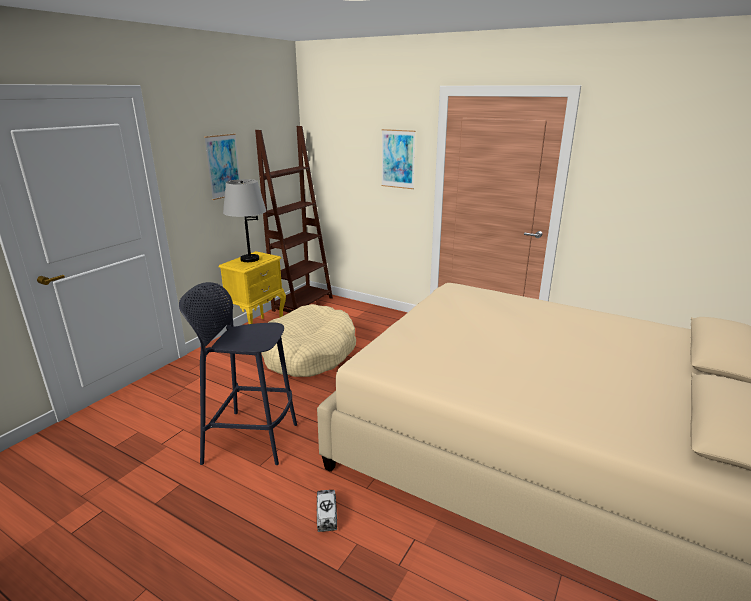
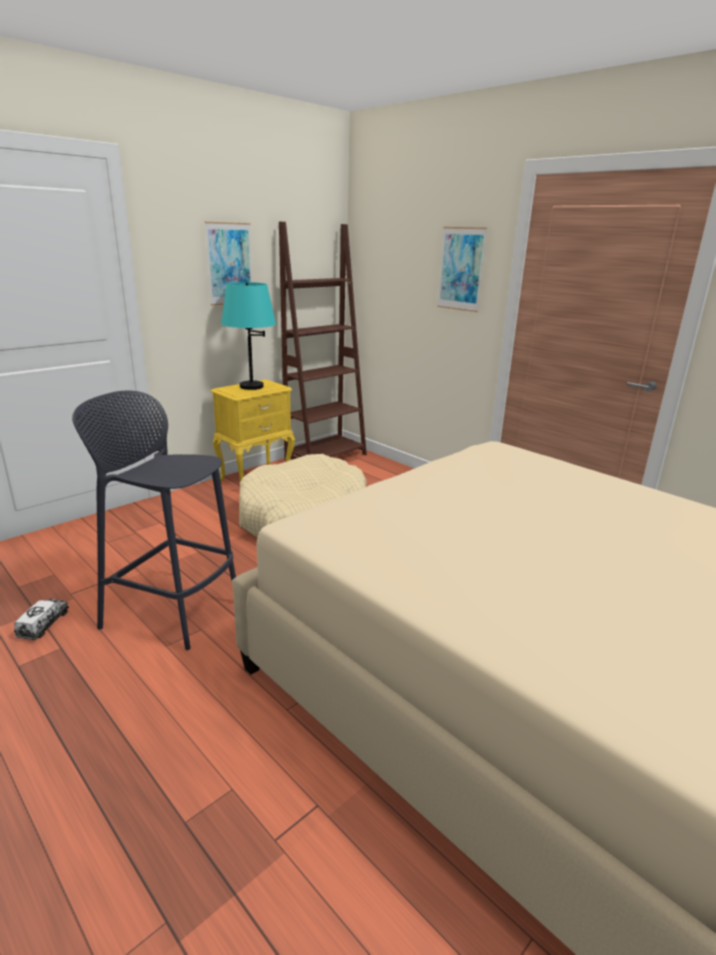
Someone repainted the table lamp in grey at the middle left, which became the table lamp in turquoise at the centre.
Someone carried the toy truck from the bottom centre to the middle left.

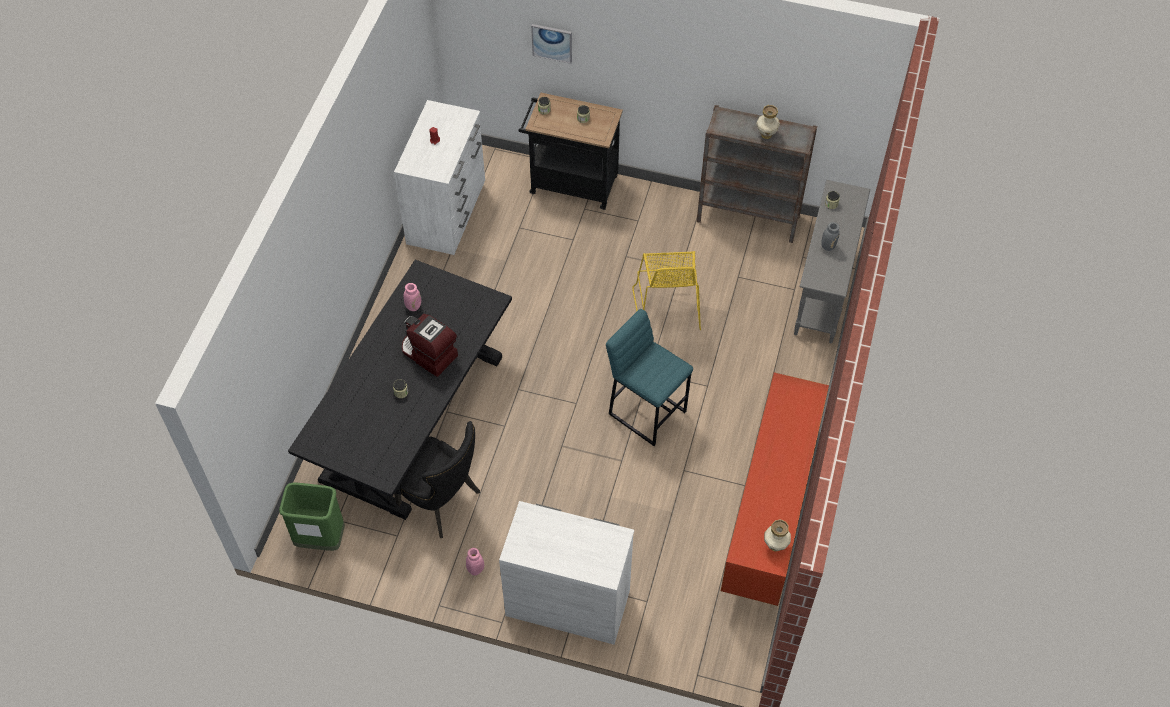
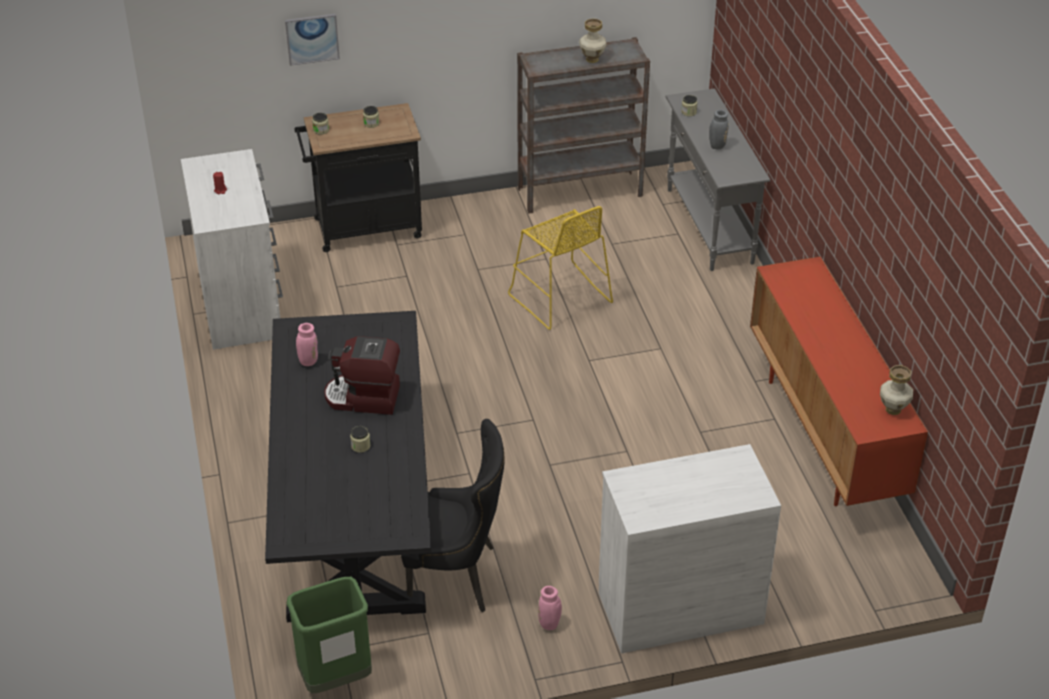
Someone took away the stool in turquoise at the centre.

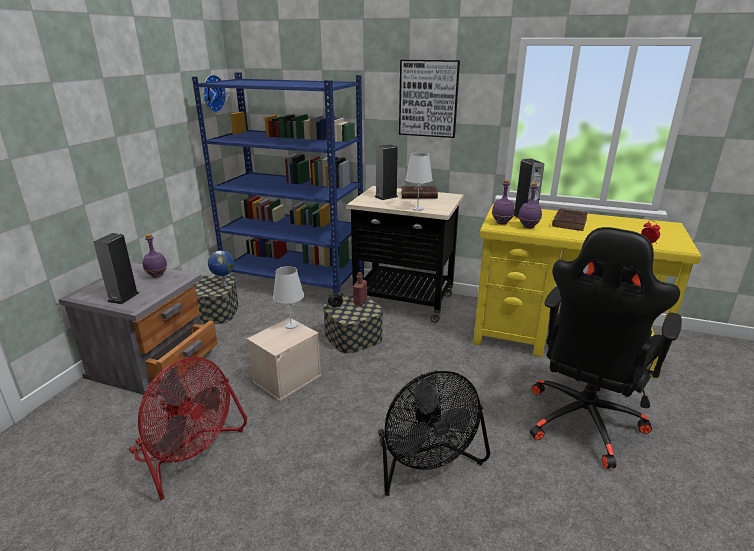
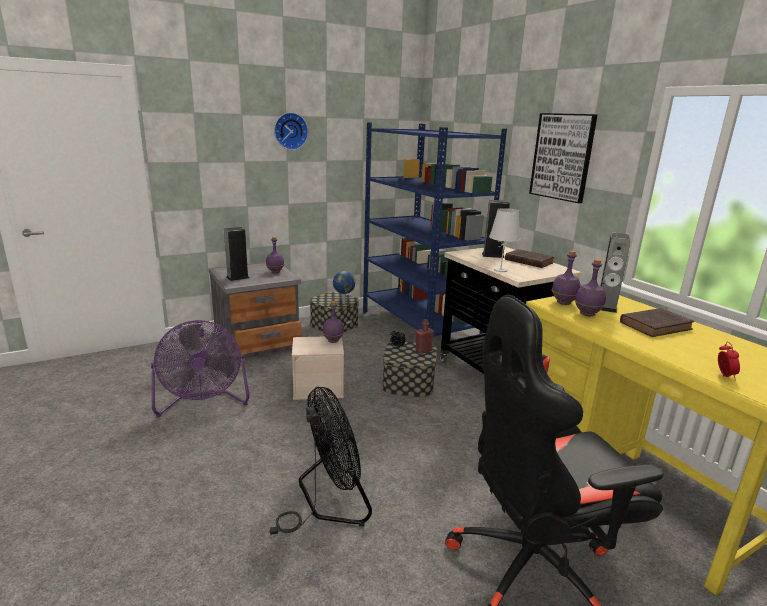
Someone carried the wall clock from the top left to the top centre.
Someone swapped the table lamp in white (1st from left) at the centre for the bottle in purple (2nd from left) at the centre.
Someone repainted the fan in red at the bottom left, which became the fan in purple at the middle left.
Someone rotated the fan in black at the bottom centre by 135 degrees counterclockwise.

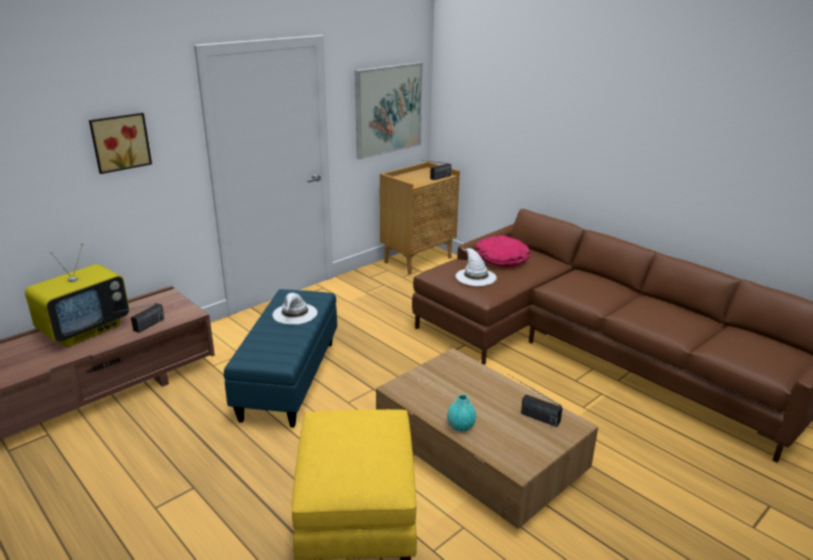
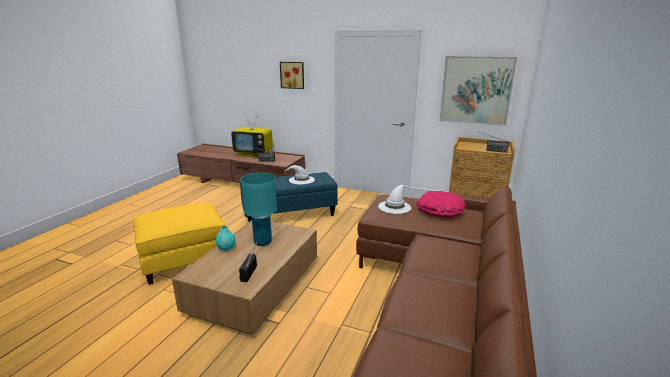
Someone put down the table lamp in turquoise at the centre.

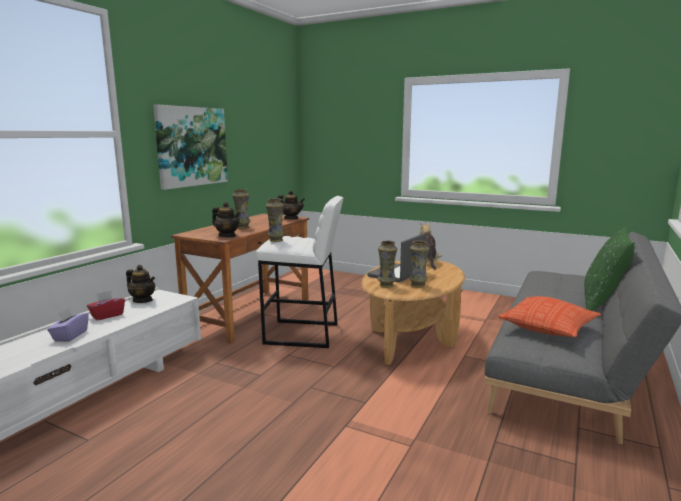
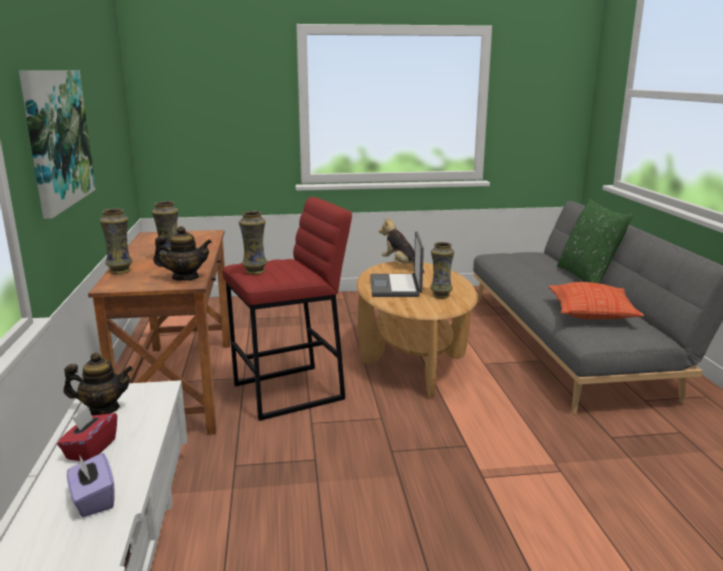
Someone took away the teapot (3rd from left) at the centre.
Someone repainted the stool in white at the centre, which became the stool in red at the centre.
Someone carried the vase (3rd from left in the first image) from the centre to the middle left.

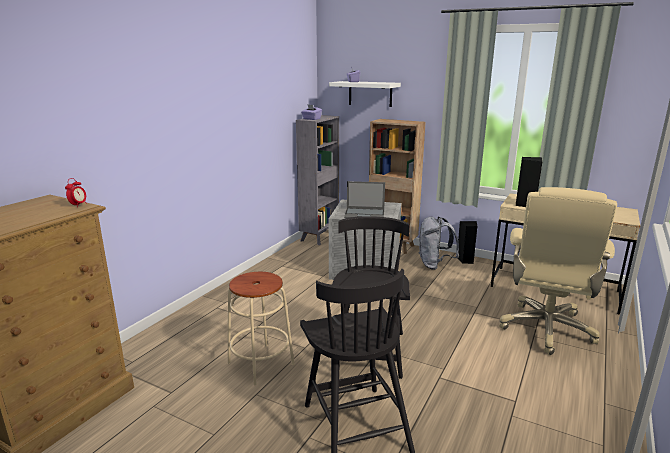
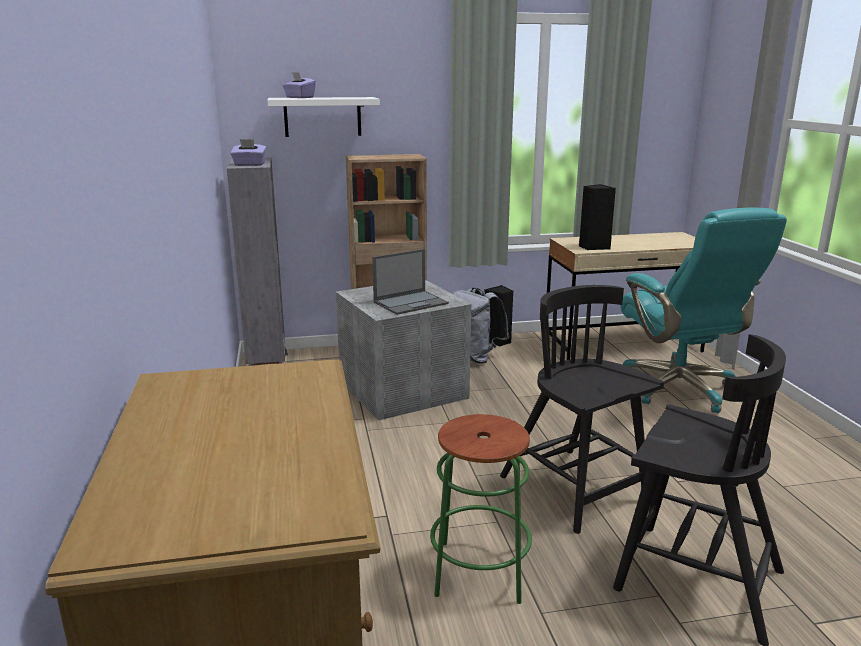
Someone took away the alarm clock at the middle left.
Someone repainted the office chair in beige at the middle right, which became the office chair in turquoise at the middle right.
Someone repainted the stool in beige at the bottom centre, which became the stool in green at the bottom centre.

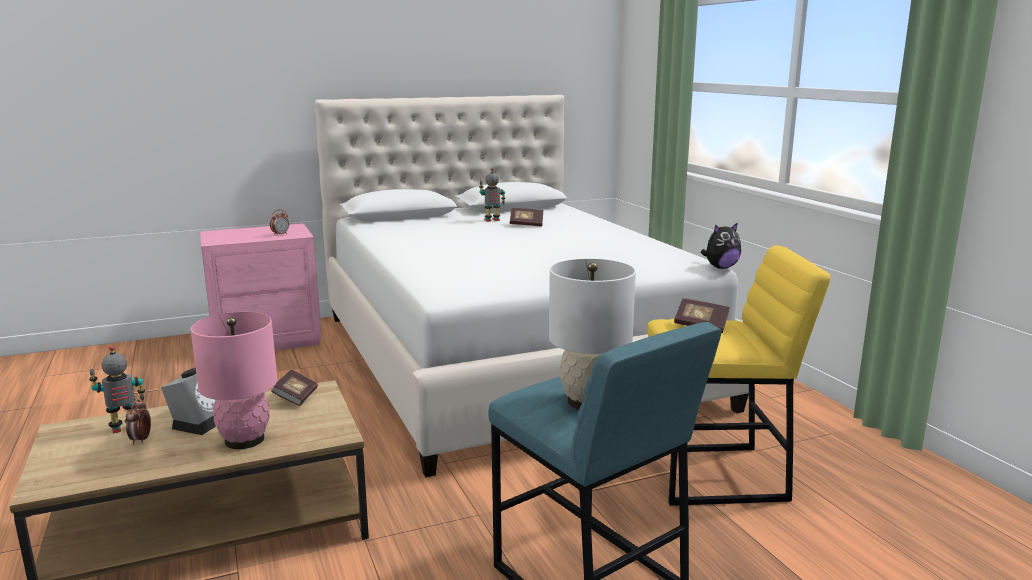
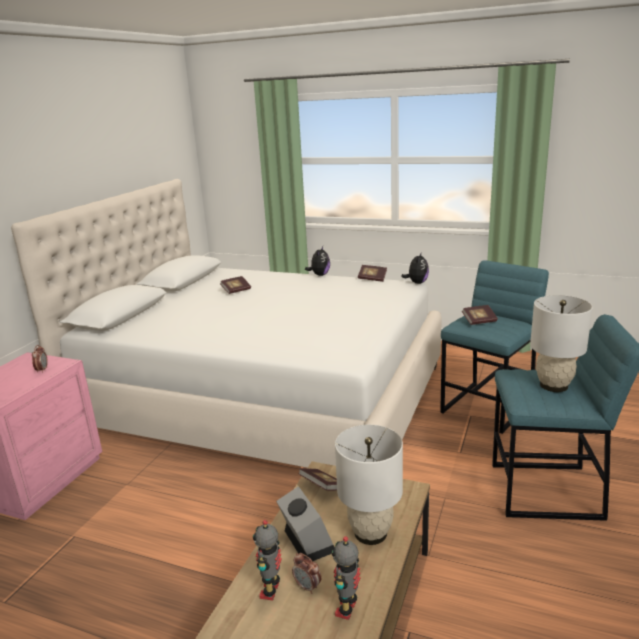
Someone carried the toy robot (2nd from left) from the centre to the bottom centre.
Someone repainted the stool in yellow at the middle right, which became the stool in blue (1st from left) at the middle right.
Someone repainted the table lamp in pink at the middle left, which became the table lamp in white (1st from left) at the bottom centre.
Someone put down the plush toy (1st from left) at the centre.
Someone put down the book (3rd from left) at the centre.

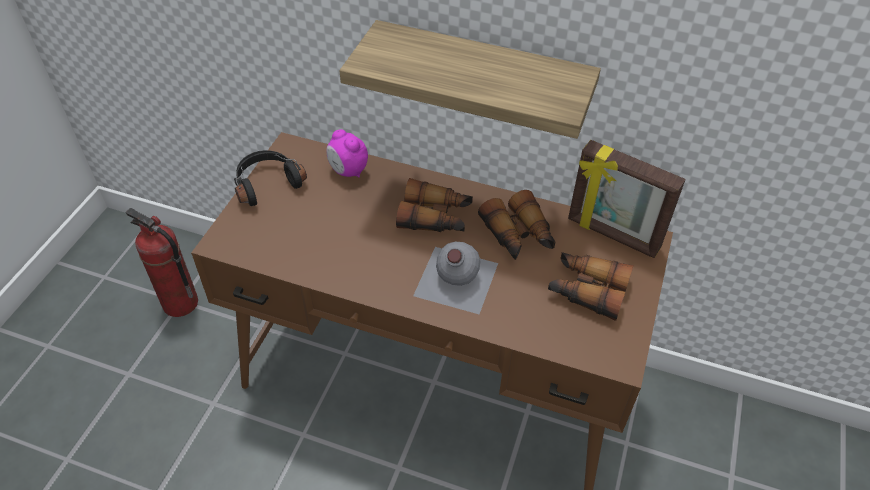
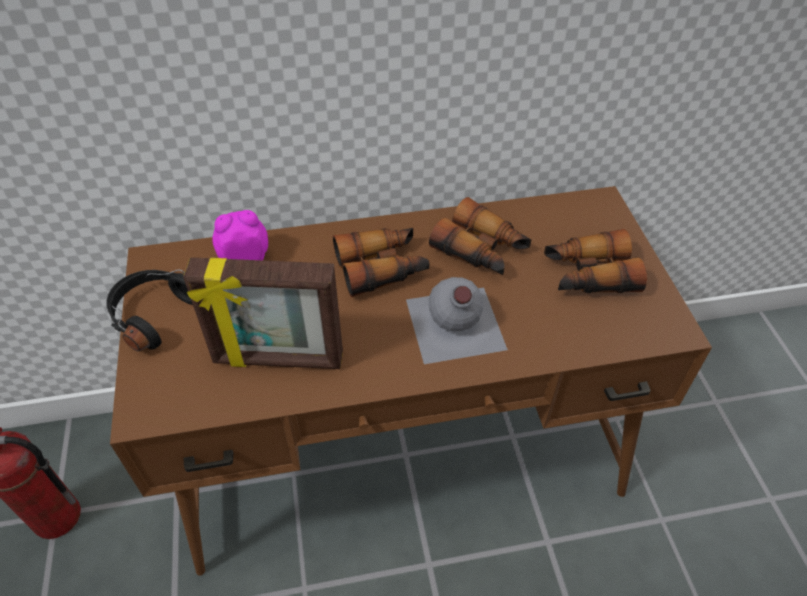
Someone took away the shelf at the top centre.
Someone rotated the alarm clock at the top centre by 150 degrees clockwise.
Someone carried the picture frame from the middle right to the middle left.

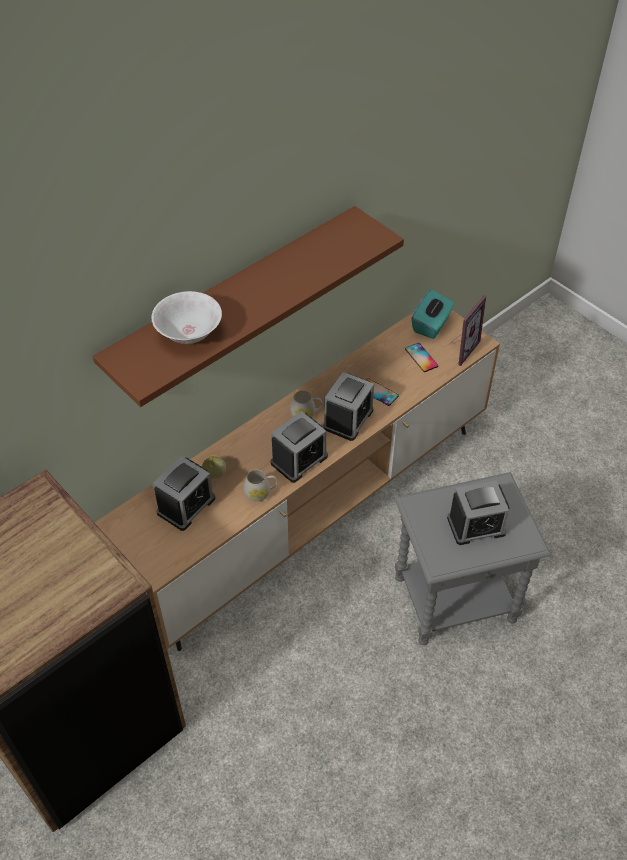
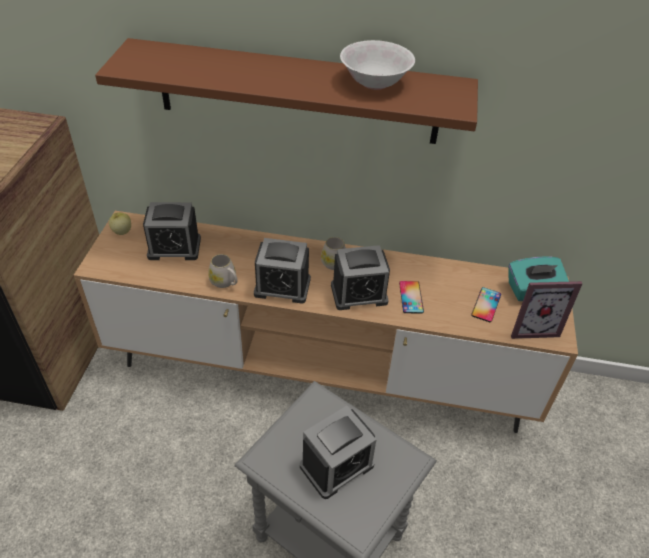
Someone carried the bowl in white from the middle left to the top centre.
Someone carried the apple from the centre to the middle left.
Someone rotated the alarm clock (4th from left in the first image) at the middle right by 75 degrees counterclockwise.

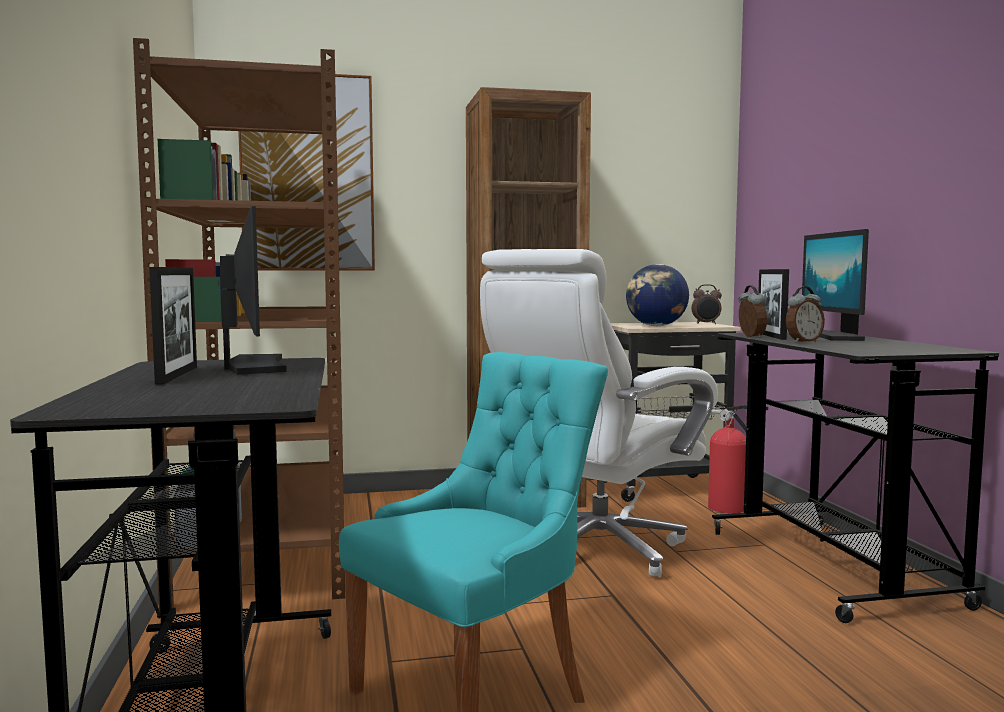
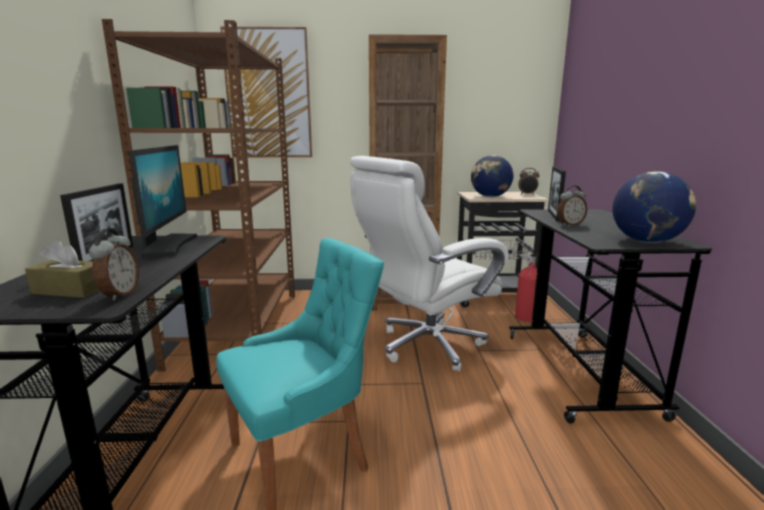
Someone took away the monitor (2nd from left) at the middle right.
Someone carried the alarm clock (2nd from left in the first image) from the middle right to the middle left.
Someone put down the globe (2nd from left) at the middle right.
Someone put down the tissue box in brown at the middle left.

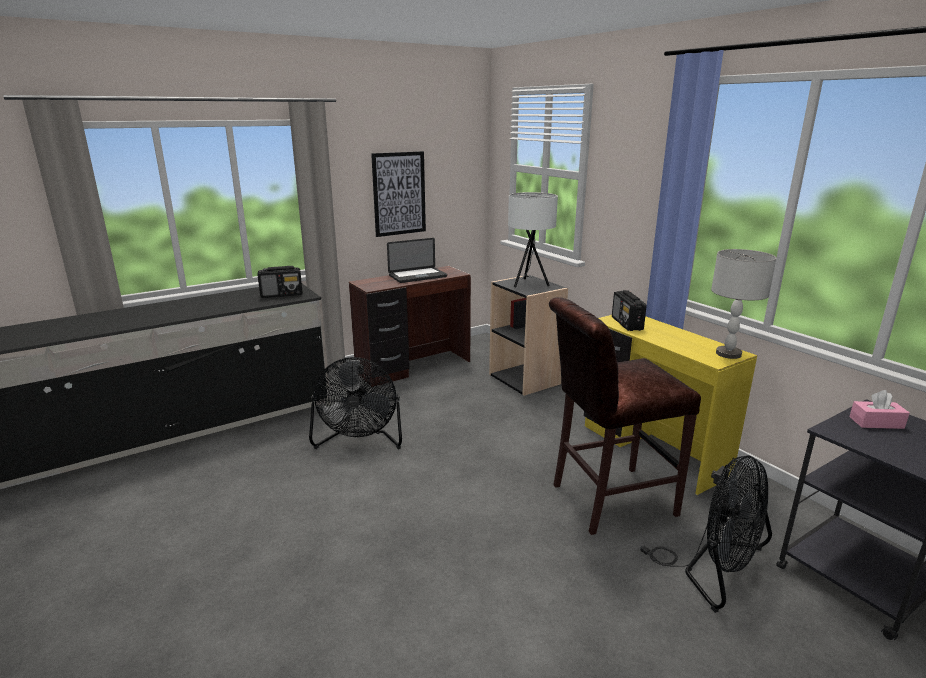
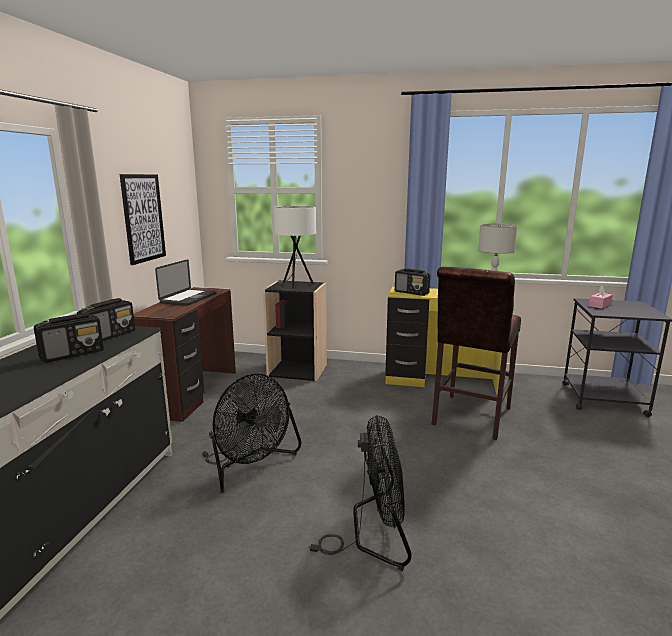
Someone carried the fan in black (2nd from left) from the bottom right to the bottom centre.
Someone put down the radio (1st from left) at the middle left.

